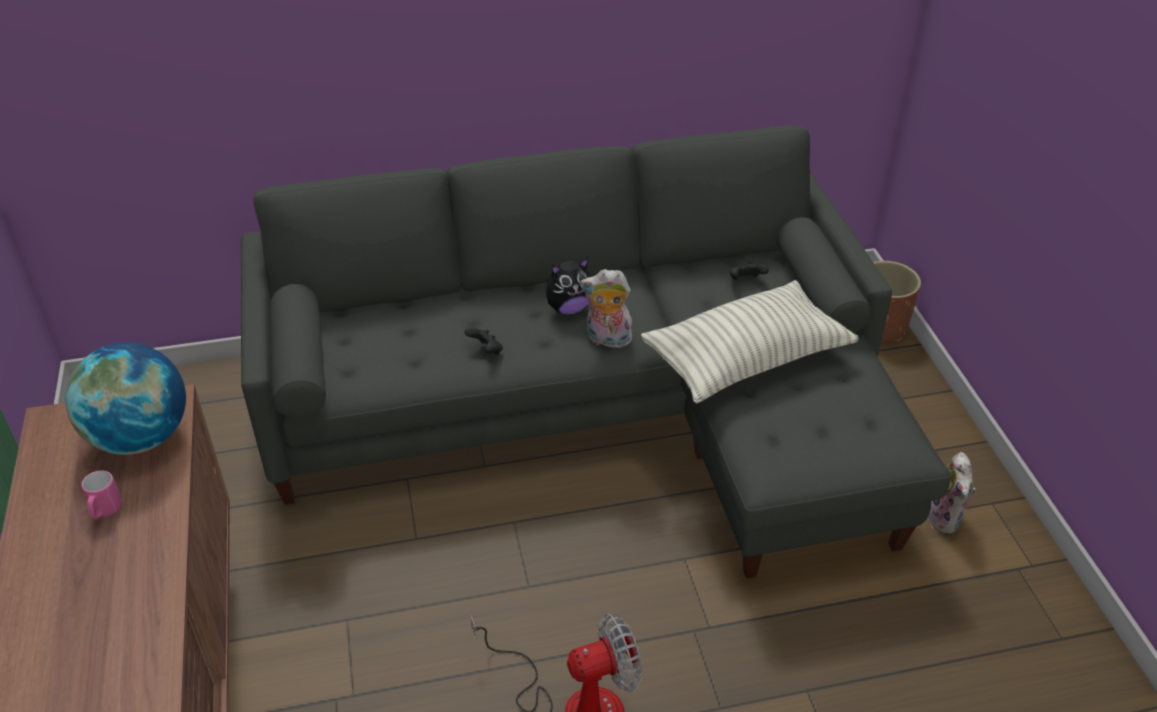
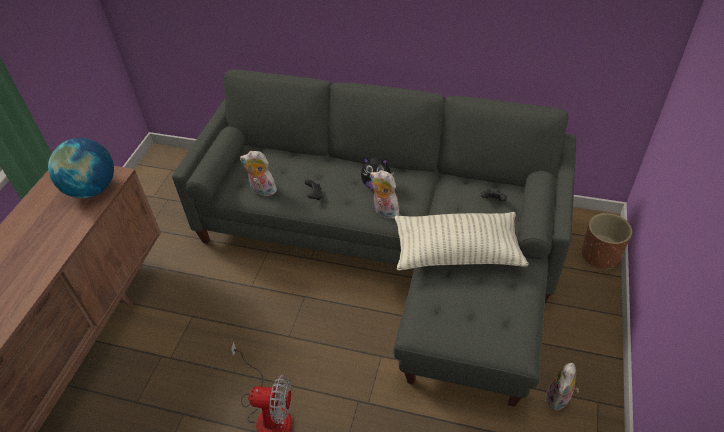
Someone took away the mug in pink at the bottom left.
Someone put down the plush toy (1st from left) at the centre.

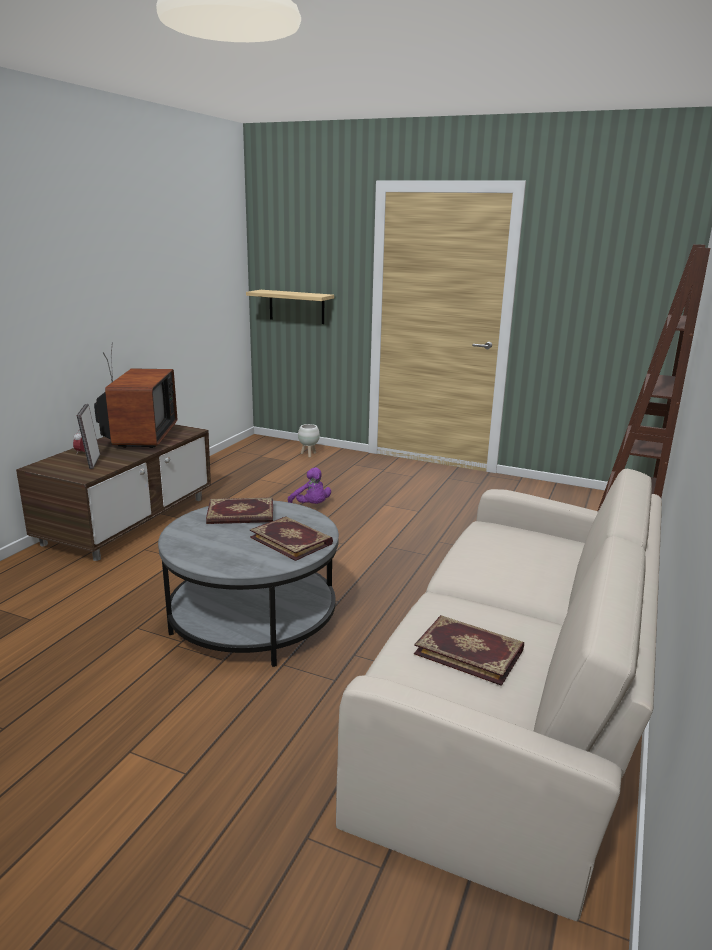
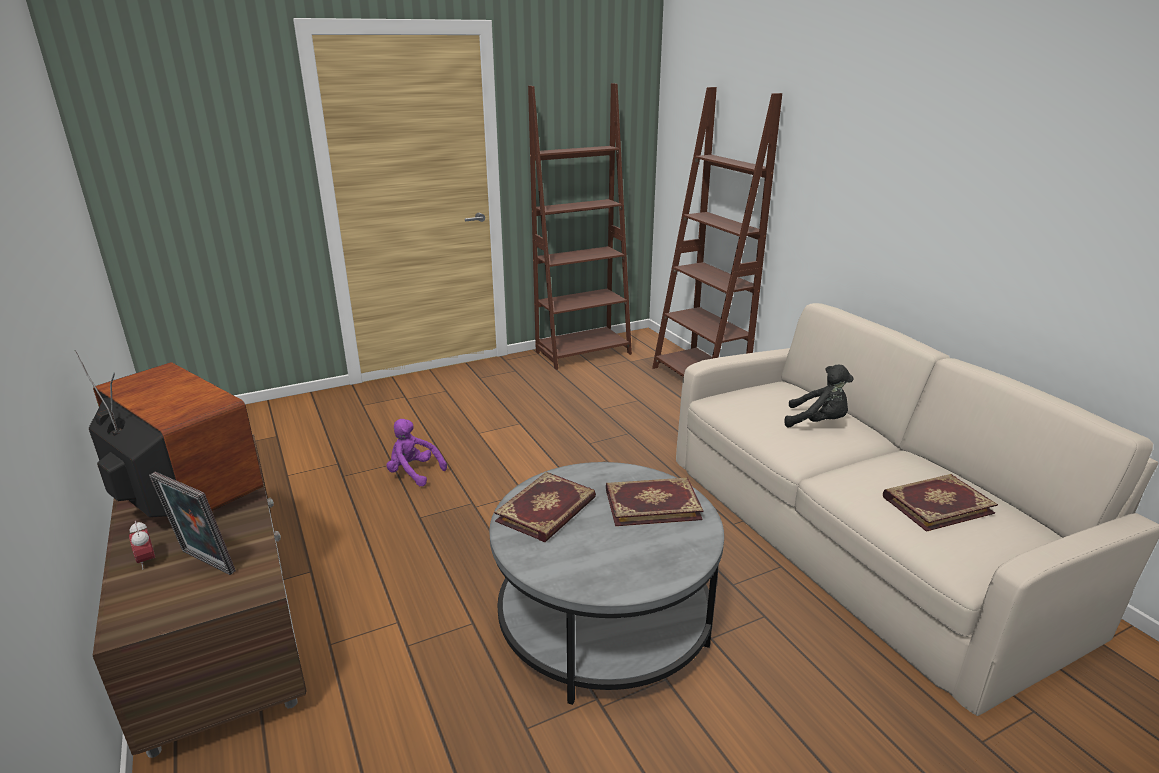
Someone took away the shelf at the top centre.
Someone took away the planter in white at the centre.
Someone rotated the plush toy in purple at the centre by 150 degrees counterclockwise.
Someone put down the bookcase in brown (1st from left) at the top centre.
Someone put down the plush toy in black at the middle right.

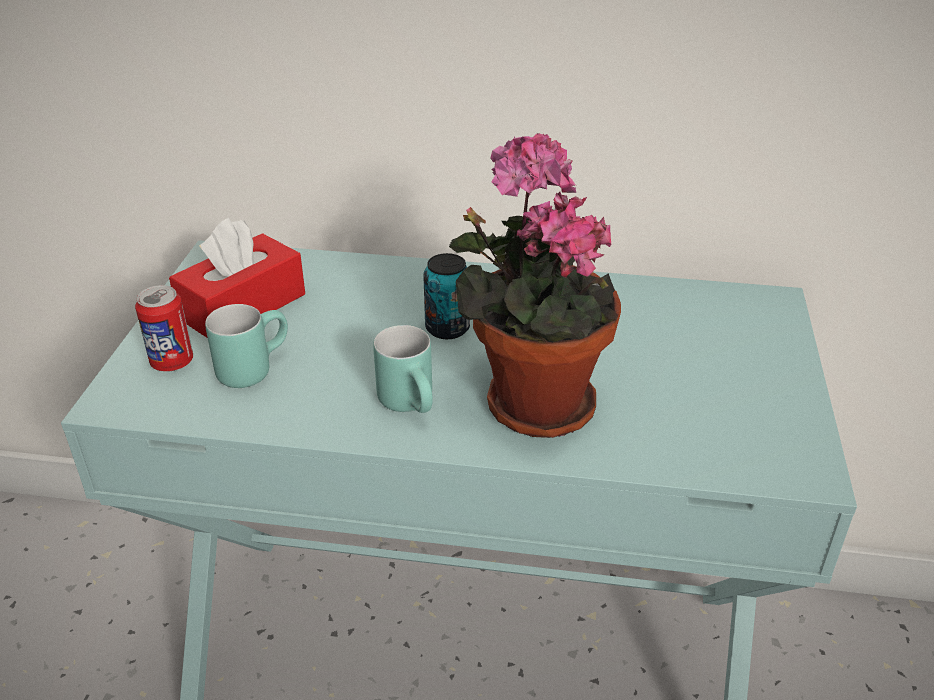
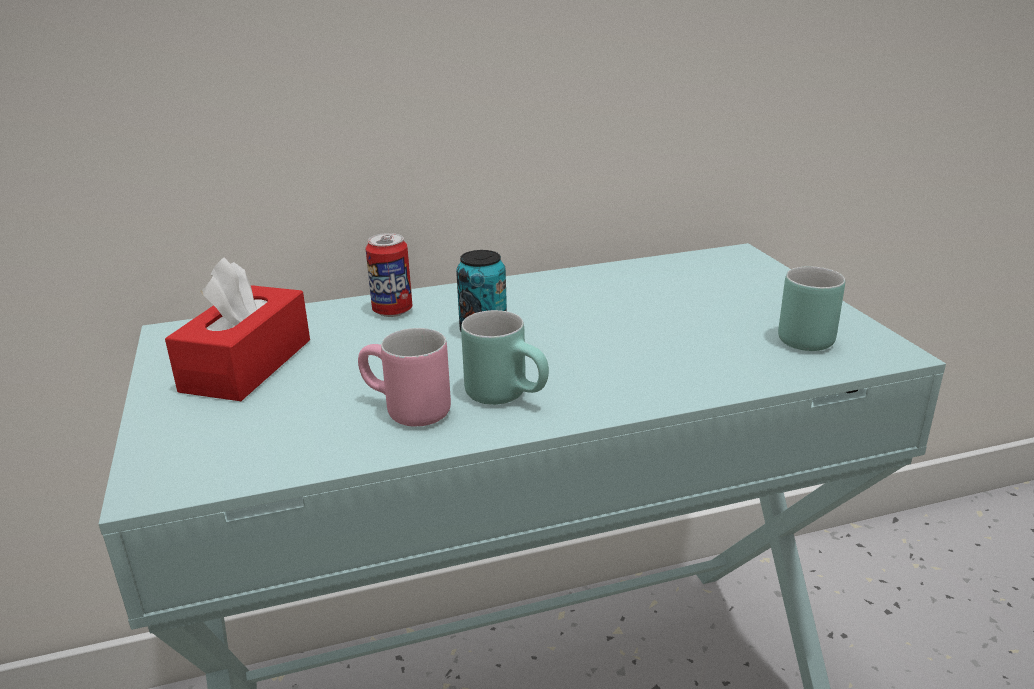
Someone took away the potted plant at the centre.
Someone carried the can (1st from left) from the middle left to the centre.
Someone carried the mug in turquoise (1st from left in the first image) from the middle left to the middle right.
Someone put down the mug in pink at the centre.

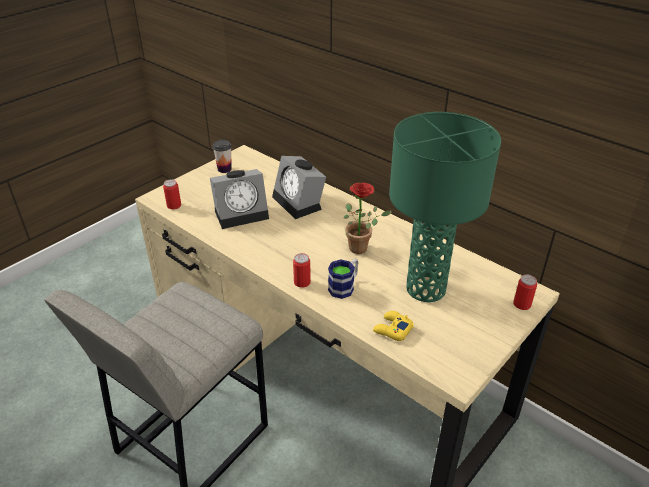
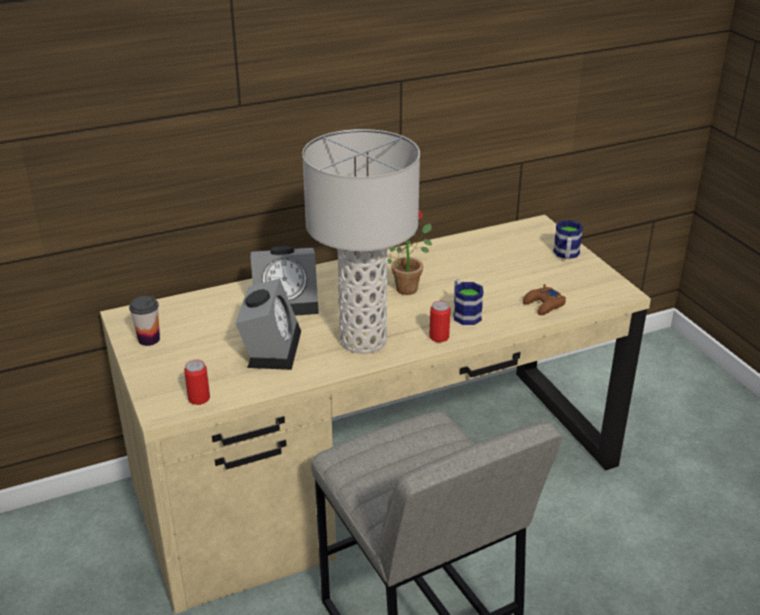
Someone took away the table lamp in green at the middle right.
Someone took away the can (3rd from left) at the middle right.
Someone repainted the game controller in yellow at the bottom centre, which became the game controller in brown at the middle right.
Someone put down the table lamp in white at the centre.
Someone put down the mug (2nd from left) at the middle right.

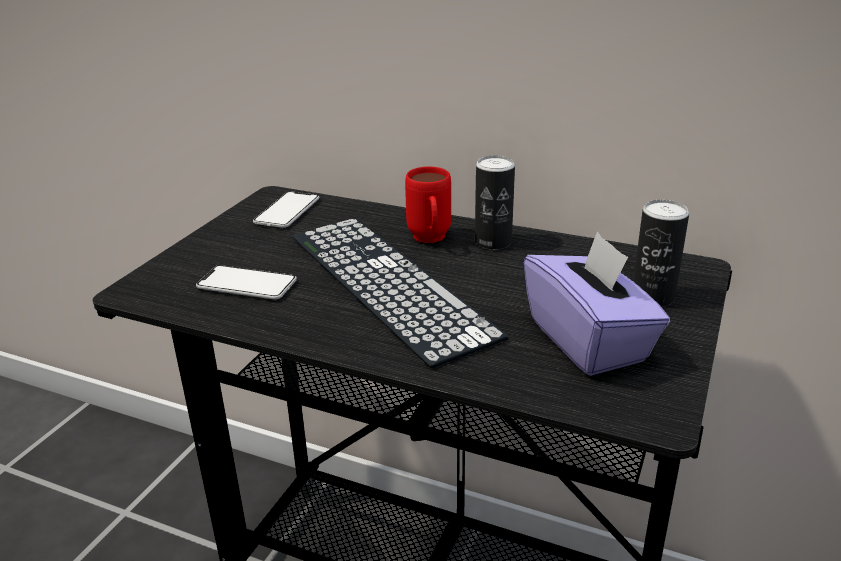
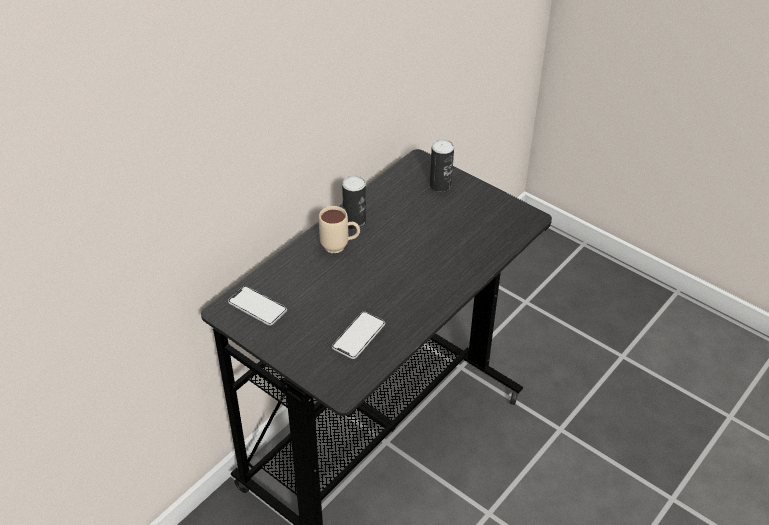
Someone repainted the mug in red at the centre, which became the mug in beige at the centre.
Someone took away the keyboard at the centre.
Someone took away the tissue box in purple at the middle right.

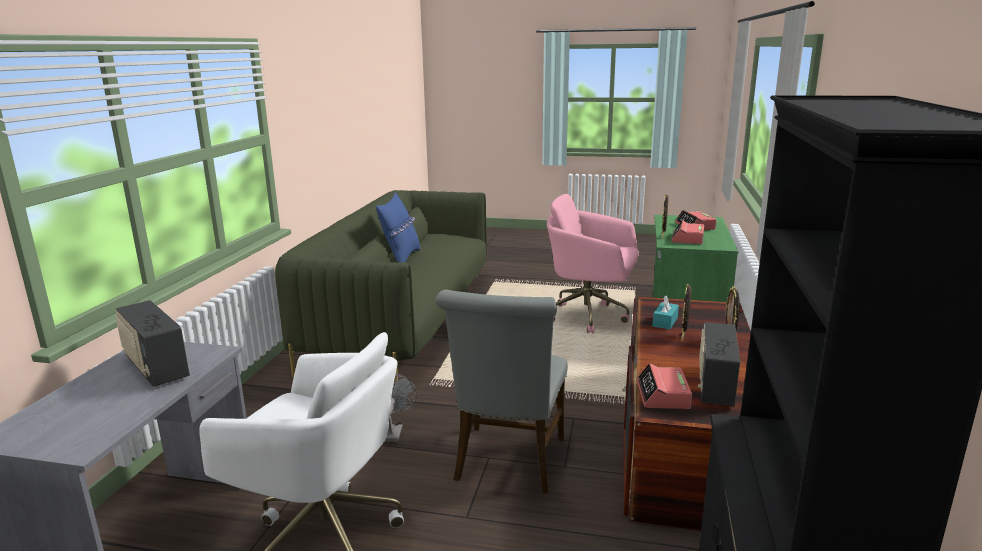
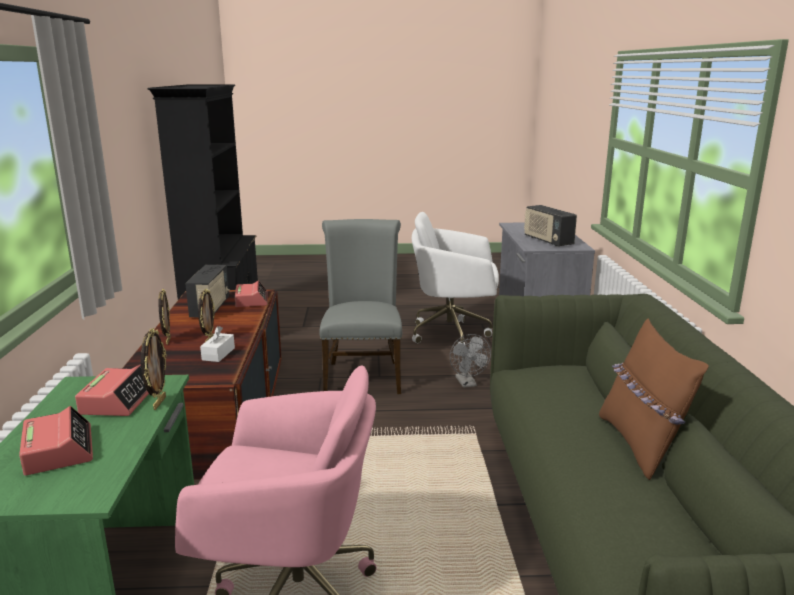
Someone repainted the pillow in blue at the centre, which became the pillow in brown at the bottom right.
Someone repainted the tissue box in turquoise at the middle right, which became the tissue box in white at the middle left.
Someone rotated the radio (1st from left in the first image) at the middle left by 150 degrees counterclockwise.

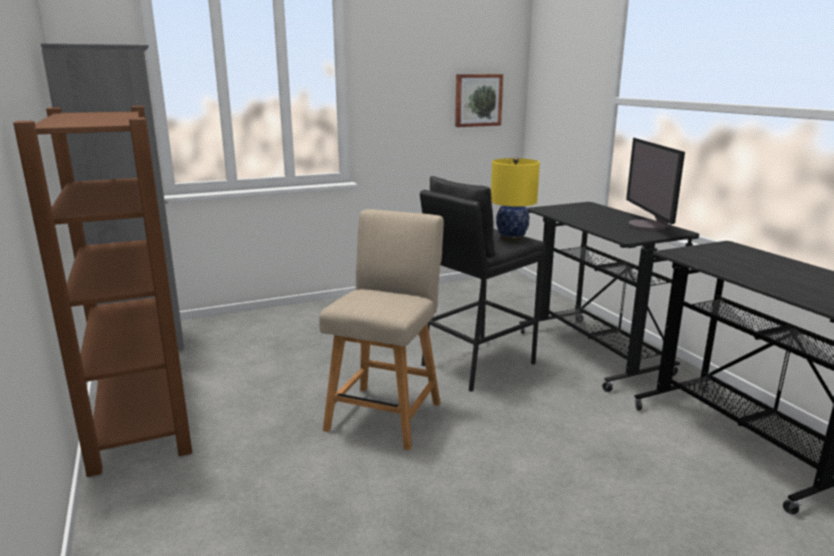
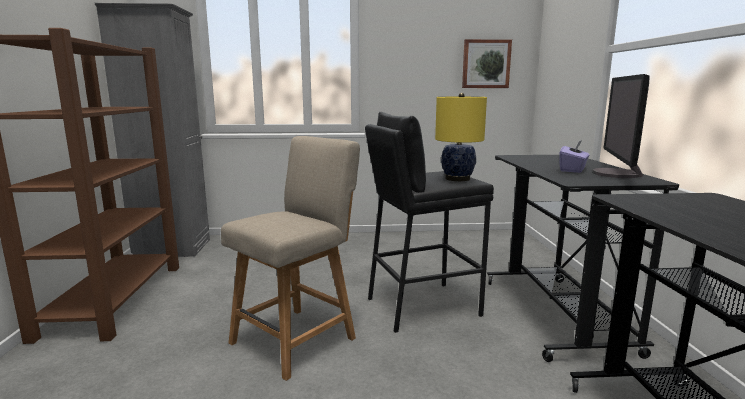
Someone put down the tissue box in purple at the middle right.

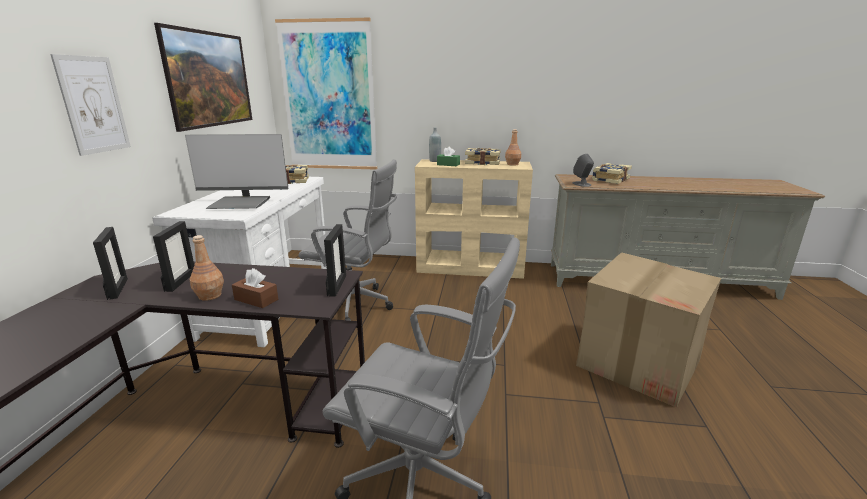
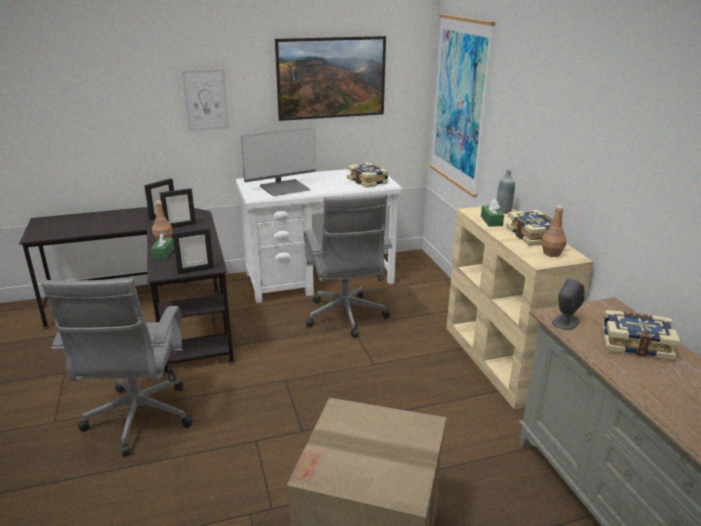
Someone rotated the monitor at the middle left by 90 degrees counterclockwise.
Someone repainted the tissue box in brown at the middle left, which became the tissue box in green (1st from left) at the middle left.

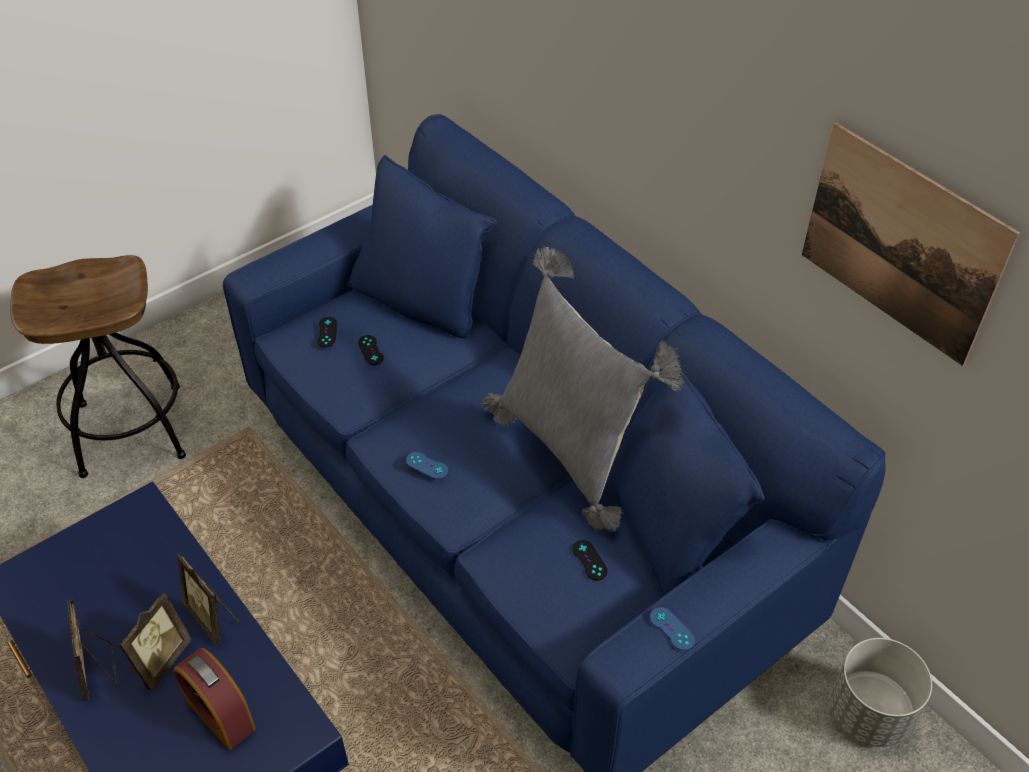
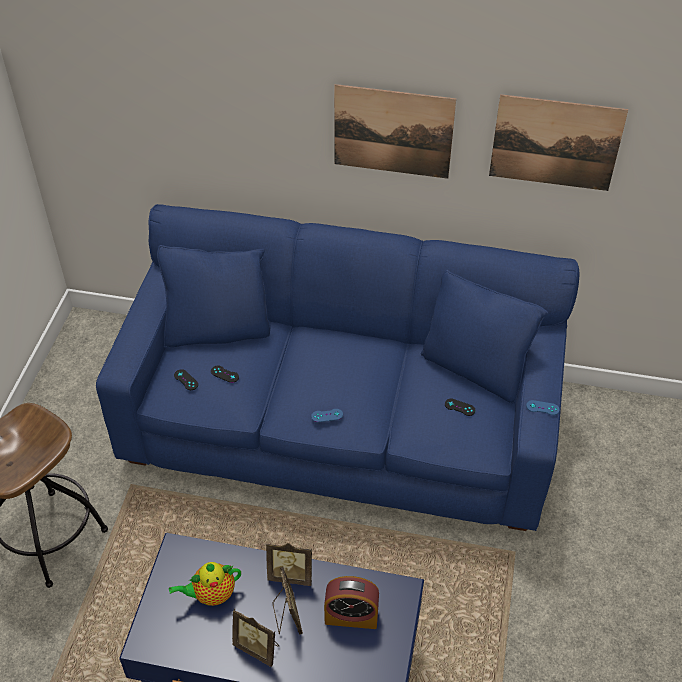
Someone took away the pillow in grey at the centre.
Someone took away the planter in grey at the bottom right.
Someone put up the picture (1st from left) at the top centre.
Someone put down the teapot at the bottom left.

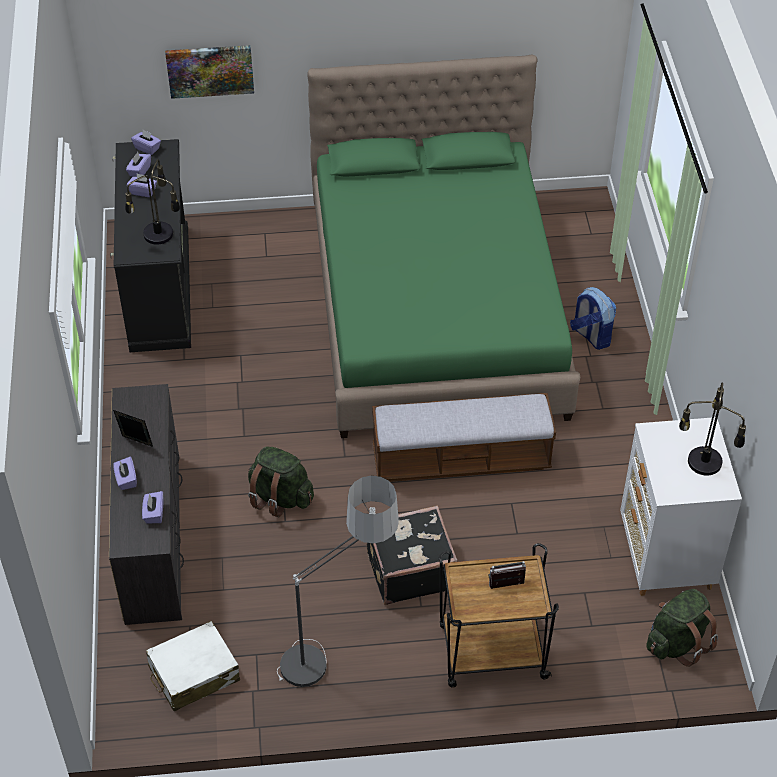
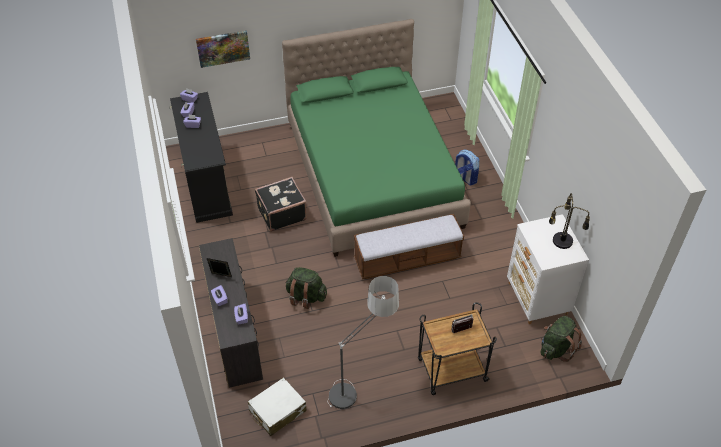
Someone took away the table lamp (1st from left) at the top left.
Someone carried the suitcase in black from the bottom centre to the centre.

